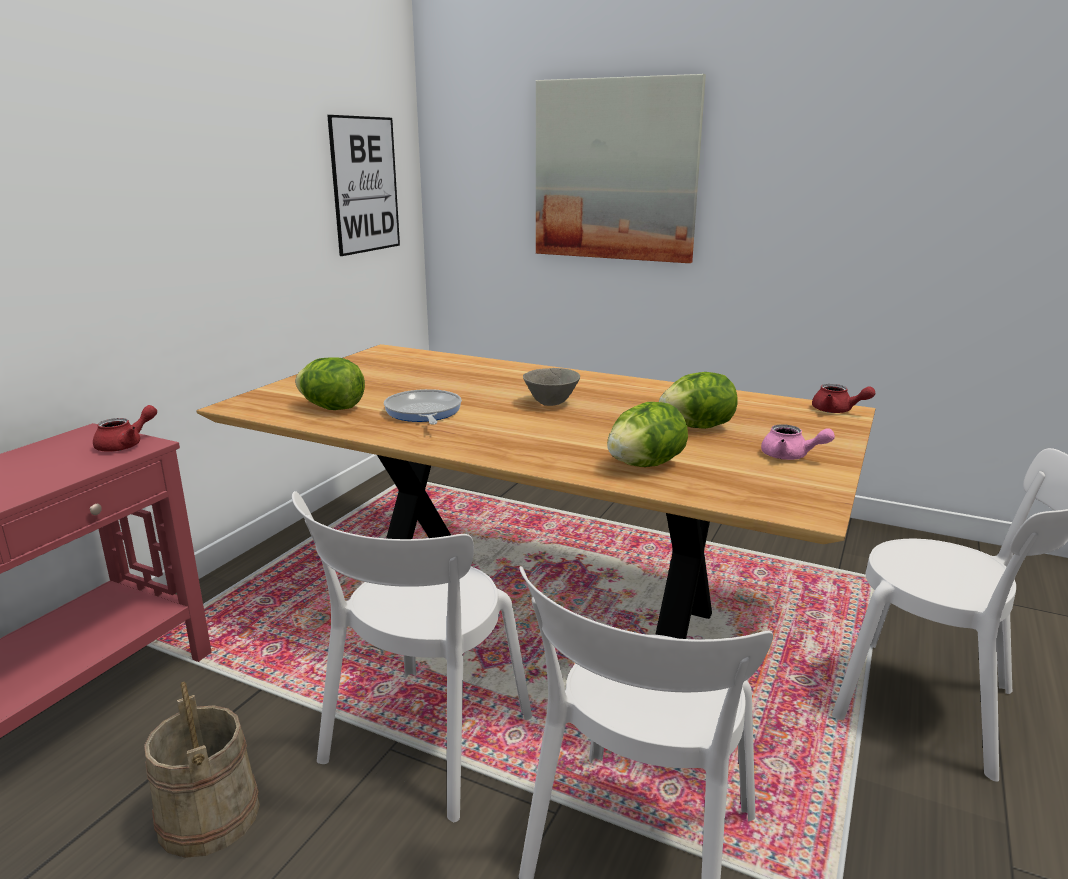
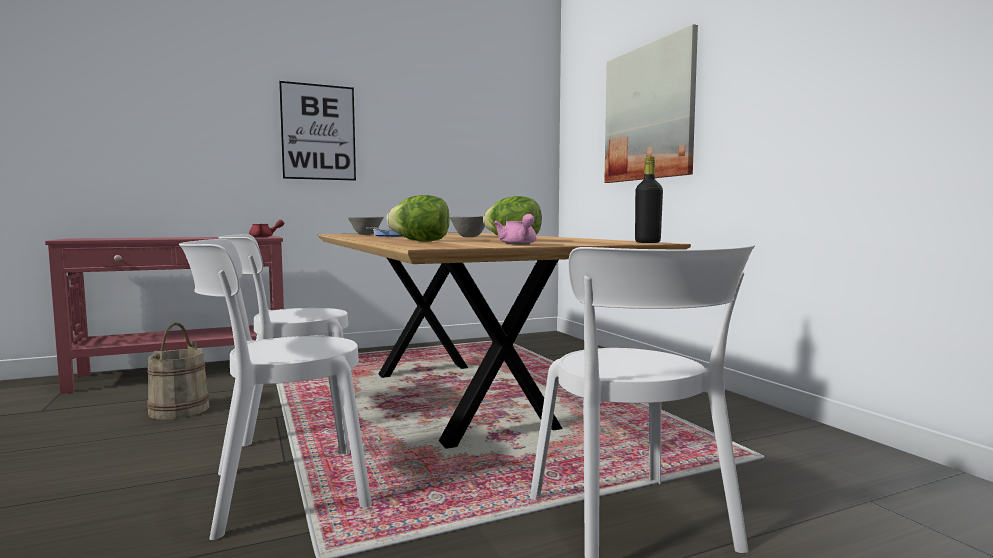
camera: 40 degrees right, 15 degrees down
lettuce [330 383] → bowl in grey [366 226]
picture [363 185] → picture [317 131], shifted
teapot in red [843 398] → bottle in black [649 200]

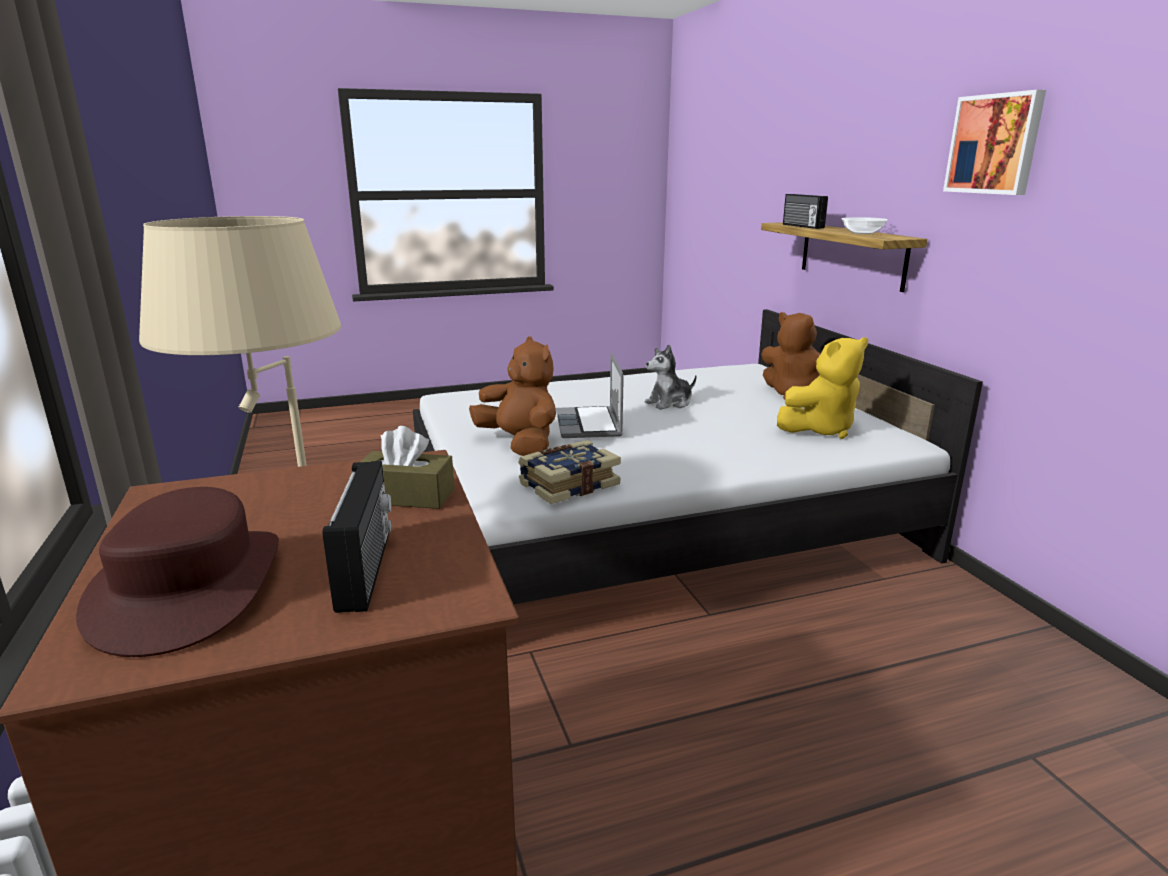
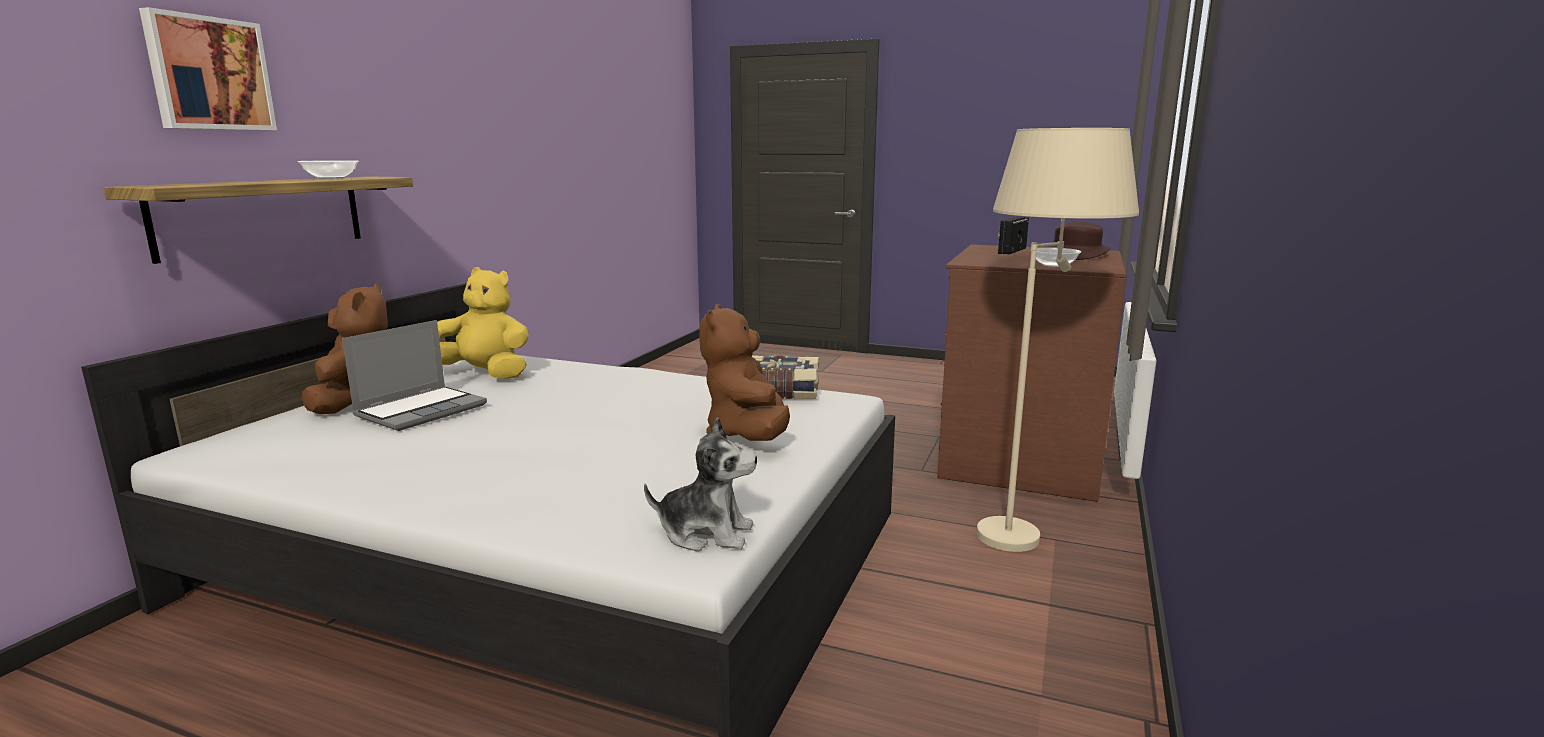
camera: 140 degrees left, 5 degrees down
tissue box in brown [407 467] → -
laptop [590 395] → laptop [414 375], shifted
plush toy [671 377] → plush toy [700 484], shifted
radio [805 211] → -
picture [994 142] → picture [208 68], shifted
- → bowl [1055 257]

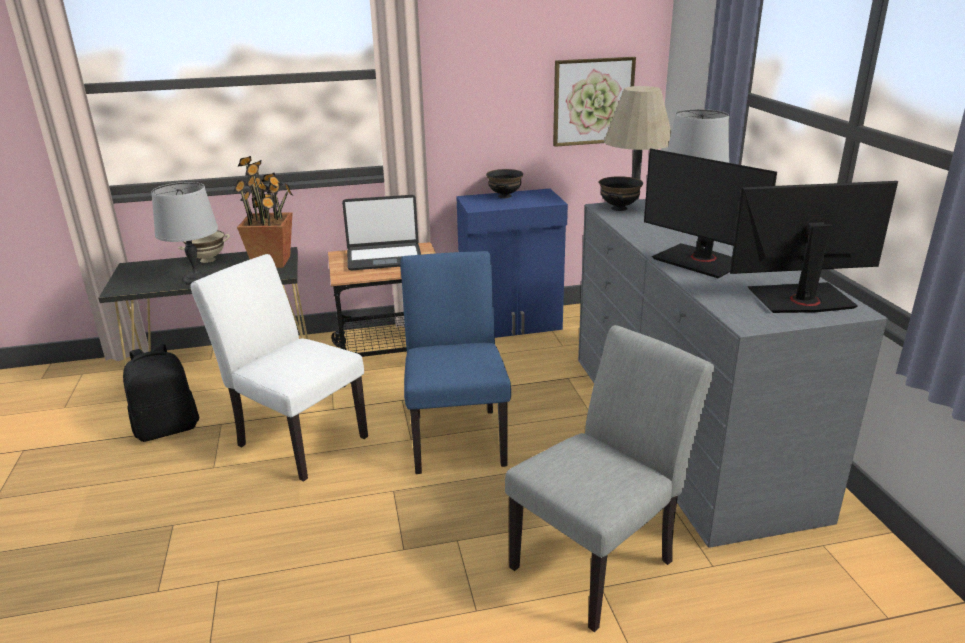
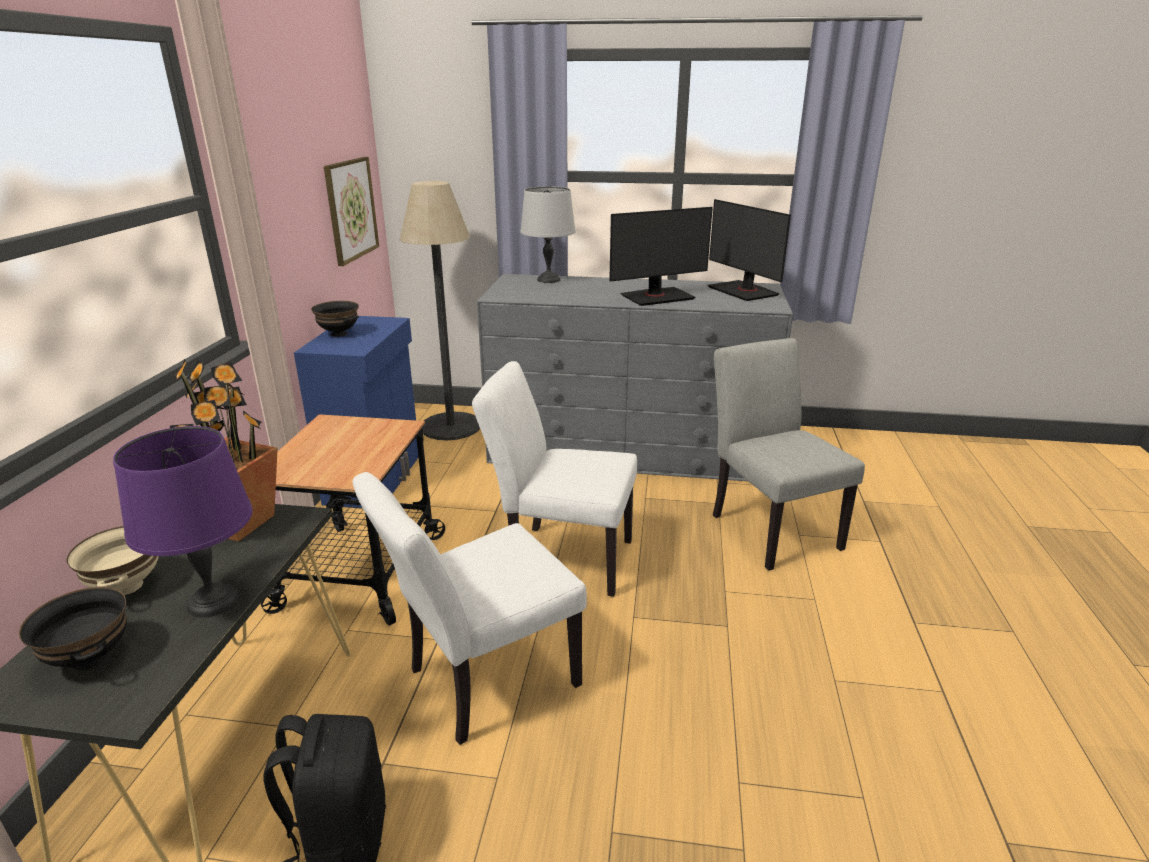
camera: 70 degrees left, 0 degrees up
table lamp in grey [184 233] → table lamp in purple [183 522]
laptop [381 233] → -
chair in blue [455 362] → chair in white [554 479]
bowl in black [621 193] → bowl in black [73 628], shifted
monitor [814 247] → monitor [749 250], 45 degrees counterclockwise

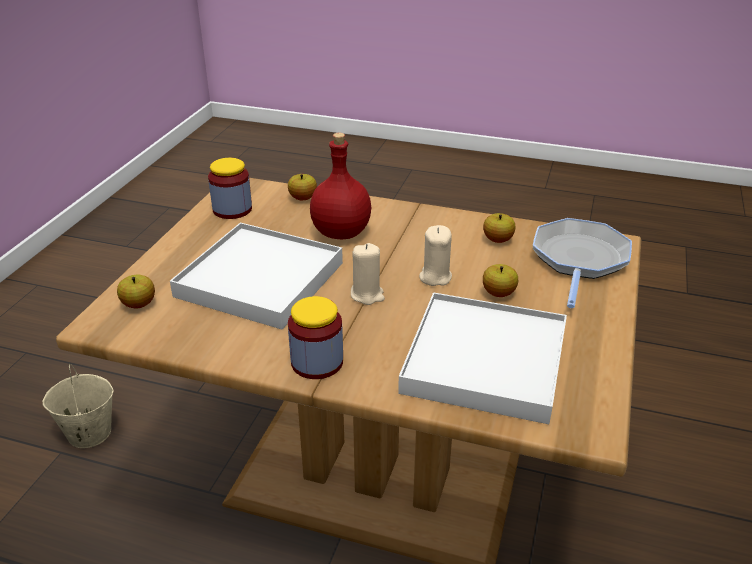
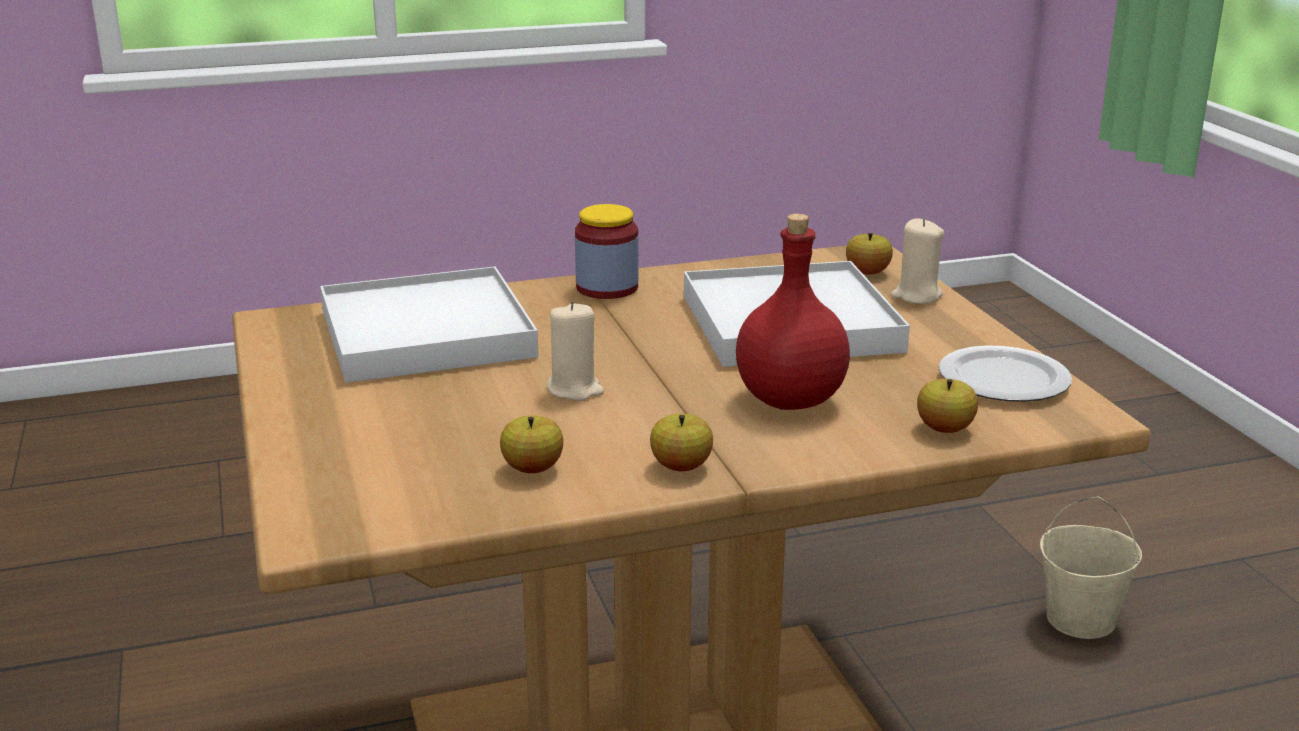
camera: 145 degrees right, 10 degrees down
jar [230 188] → plate [1005 373]
candle in beige [368 274] → candle in beige [917 261], shifted
apple [500 280] → apple [681 442], shifted
frying pan [582 263] → -

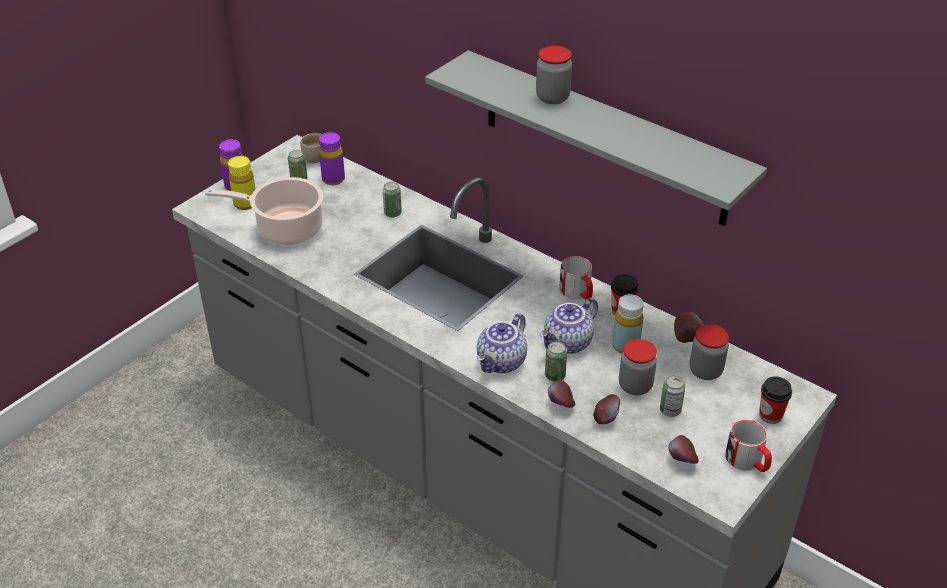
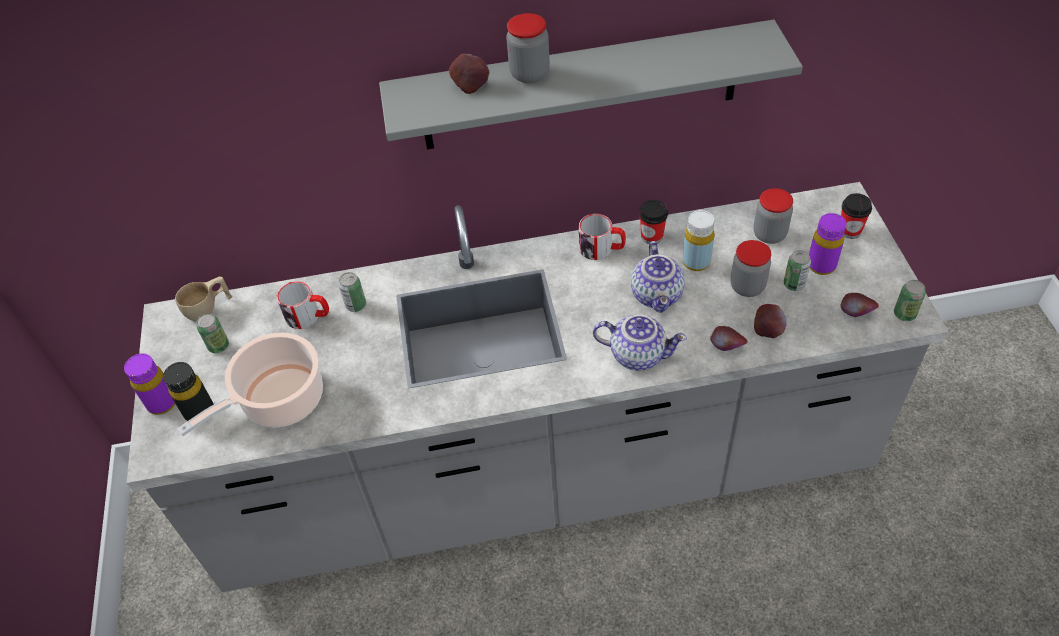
camera: 45 degrees left, 10 degrees up
bottle in yellow [242 183] → bottle in black [188 391]
bottle in purple [332 158] → bottle in purple [827 244], shifted
teapot [502 343] → teapot [640 342], 60 degrees counterclockwise
can [556 361] → can [910 300], shifted
apple [688 327] → apple [469 74], shifted
mug [748 445] → mug [302 305], shifted

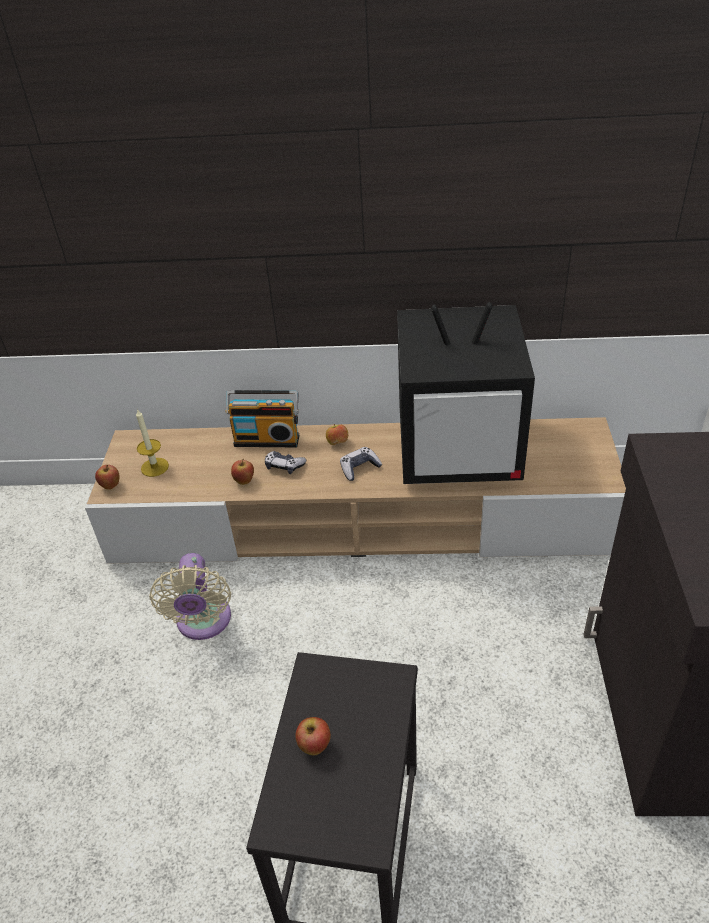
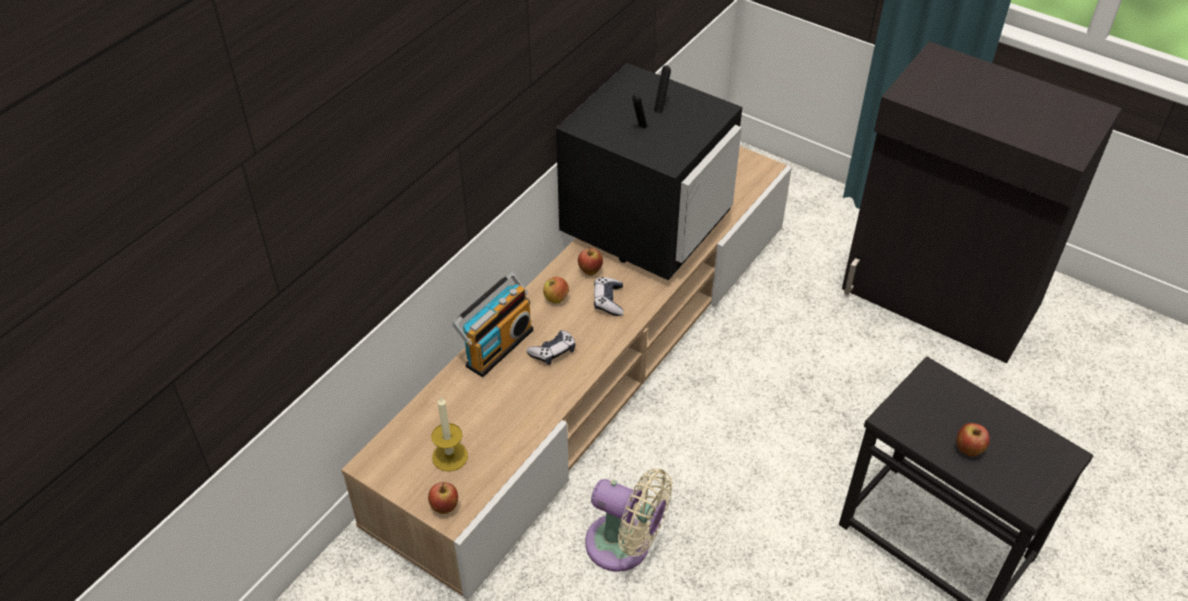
camera: 60 degrees left, 5 degrees up
apple [242 472] → apple [590 261], shifted

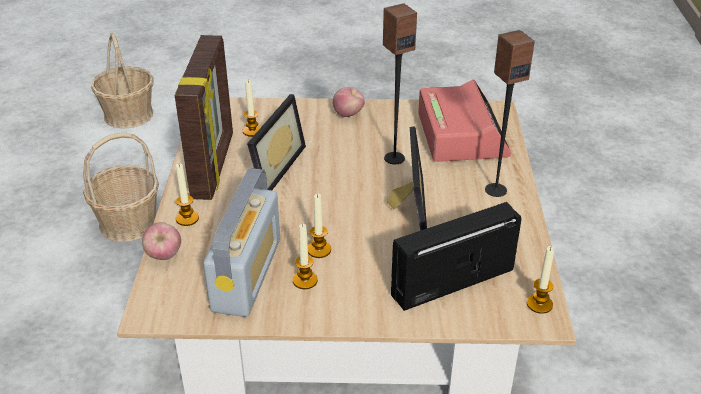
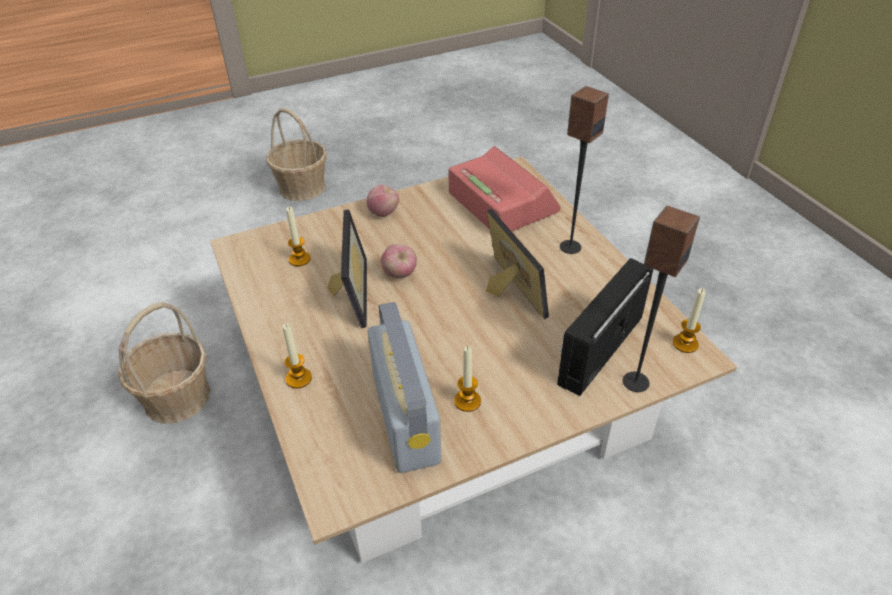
camera: 25 degrees left, 5 degrees up
basket [122 81] → basket [296 154], shifted
apple [161 241] → apple [399 261], shifted
picture frame [204 117] → -
candle [319 226] → -
speaker [400 83] → speaker [661 299], shifted

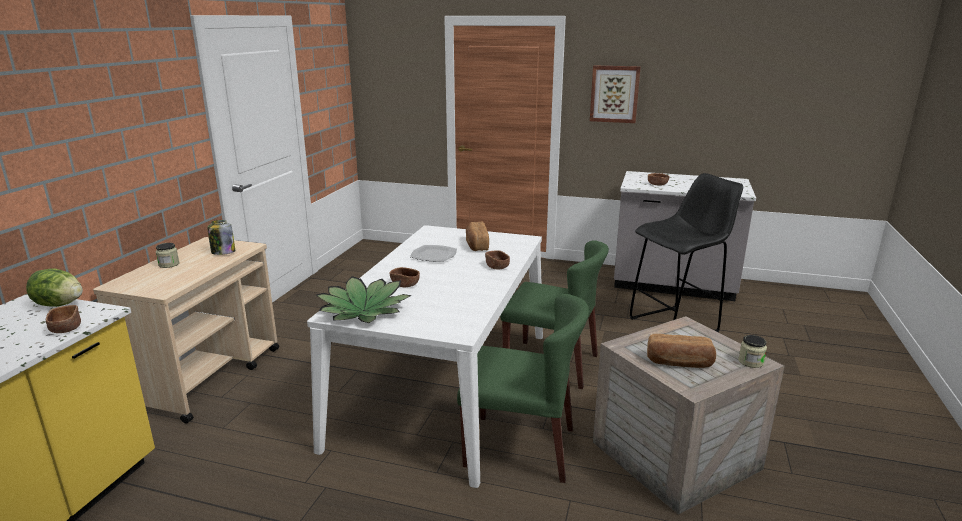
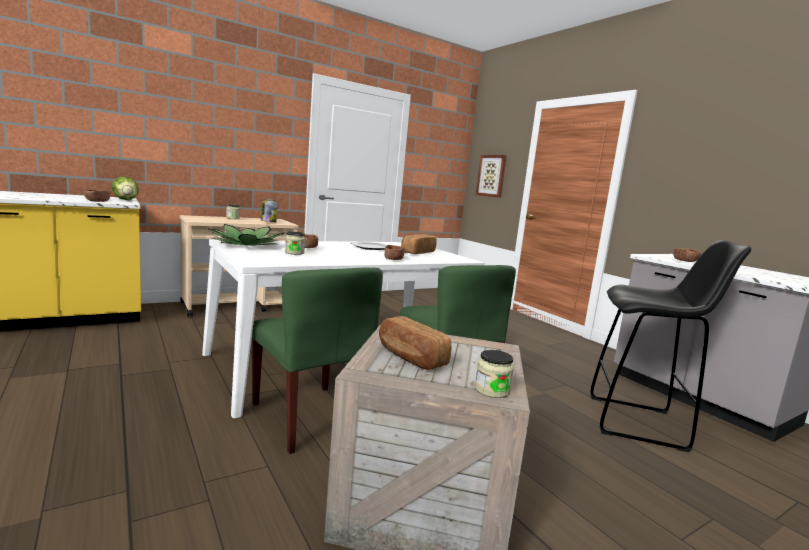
camera: 40 degrees right, 10 degrees down
picture [615 94] → picture [491 176], shifted
- → jar [295 243]

